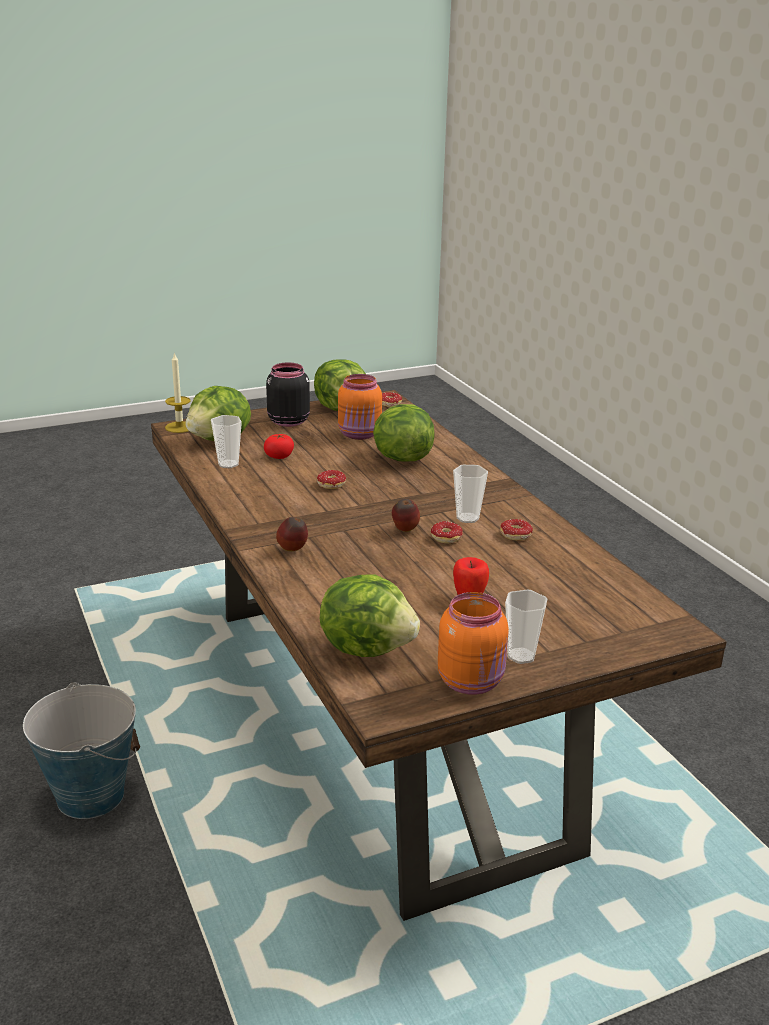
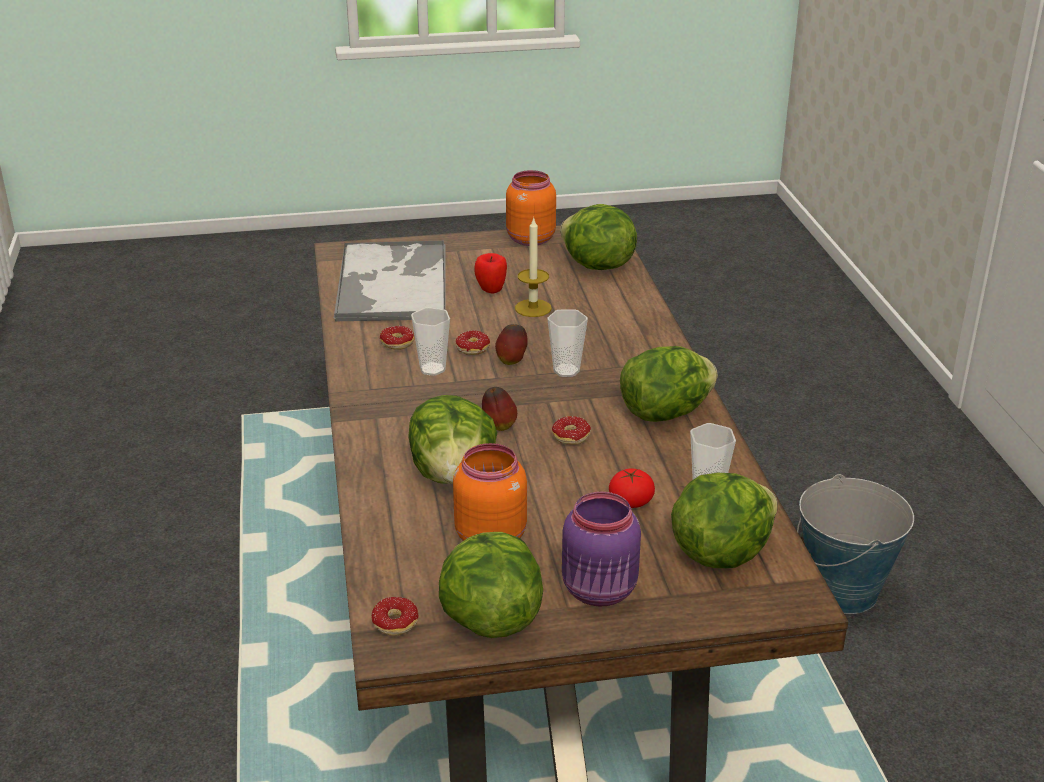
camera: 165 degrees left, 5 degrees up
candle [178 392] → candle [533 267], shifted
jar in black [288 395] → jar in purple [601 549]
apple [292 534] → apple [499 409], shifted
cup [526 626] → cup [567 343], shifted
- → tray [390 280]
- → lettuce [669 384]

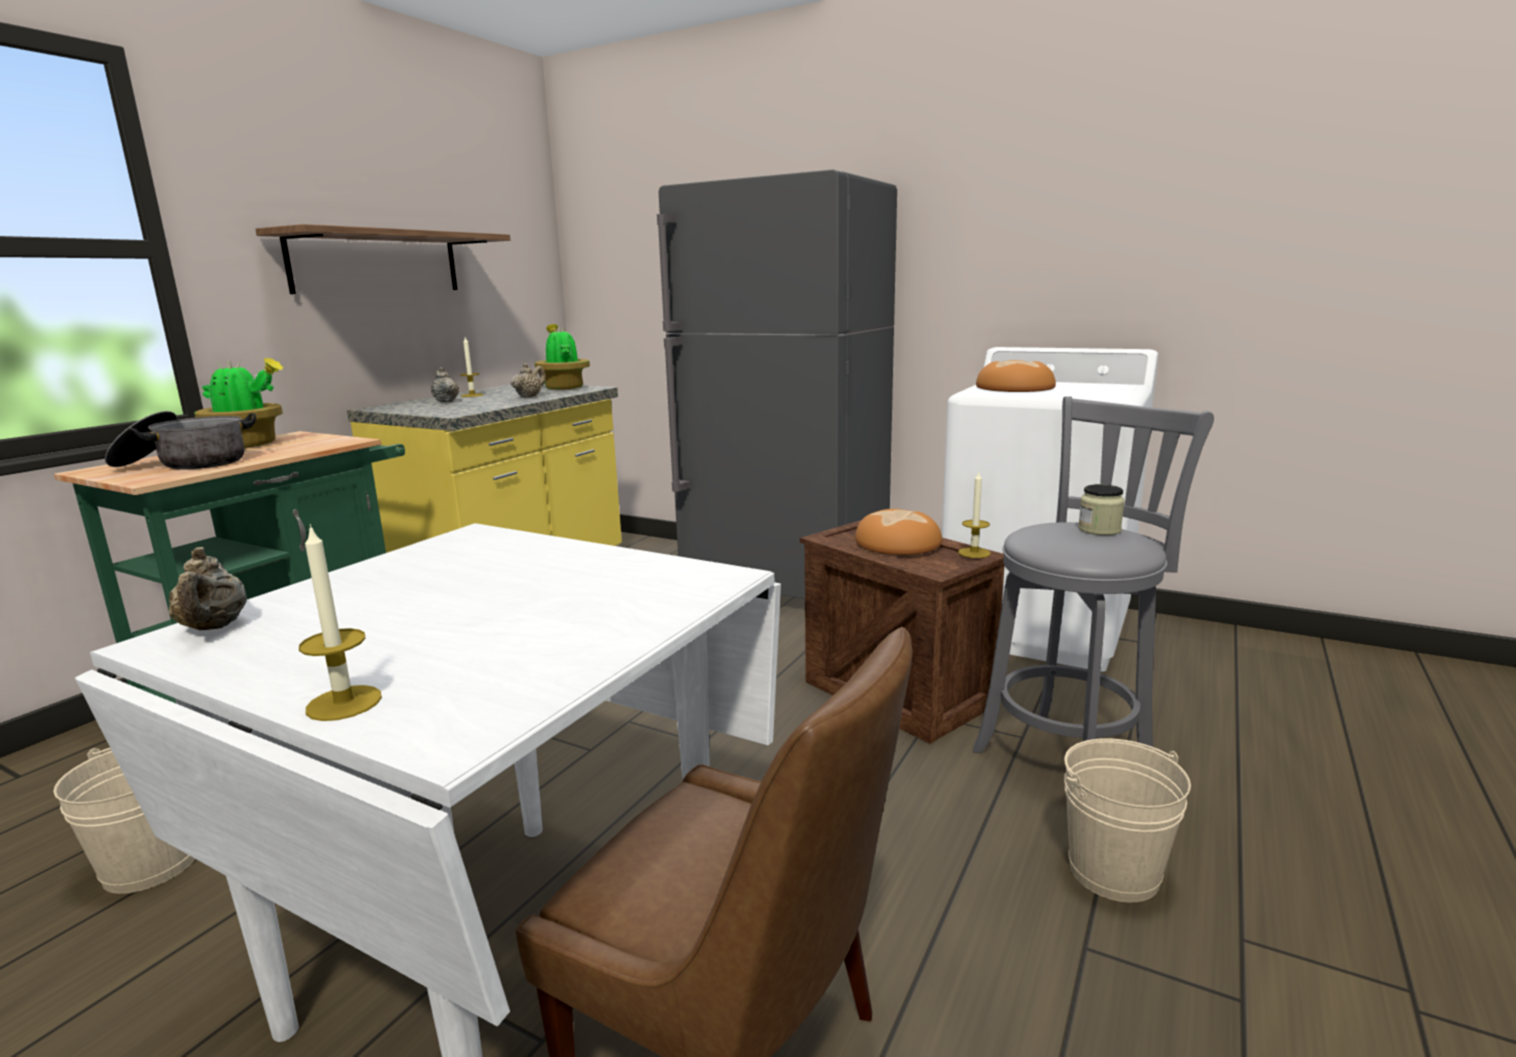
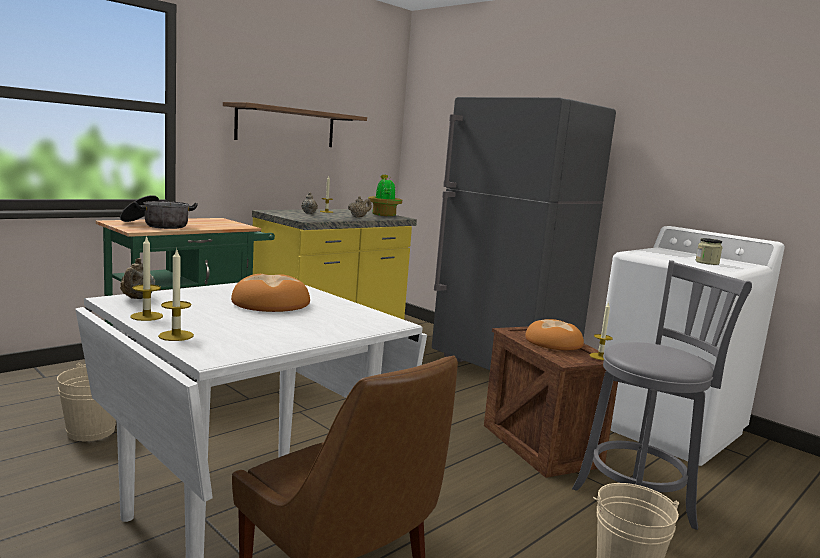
camera: 15 degrees right, 5 degrees down
potted plant [239 402] → -
bread [1016 376] → bread [270 293], shifted
jar [1101 509] → jar [709 251], shifted
- → candle [146 278]

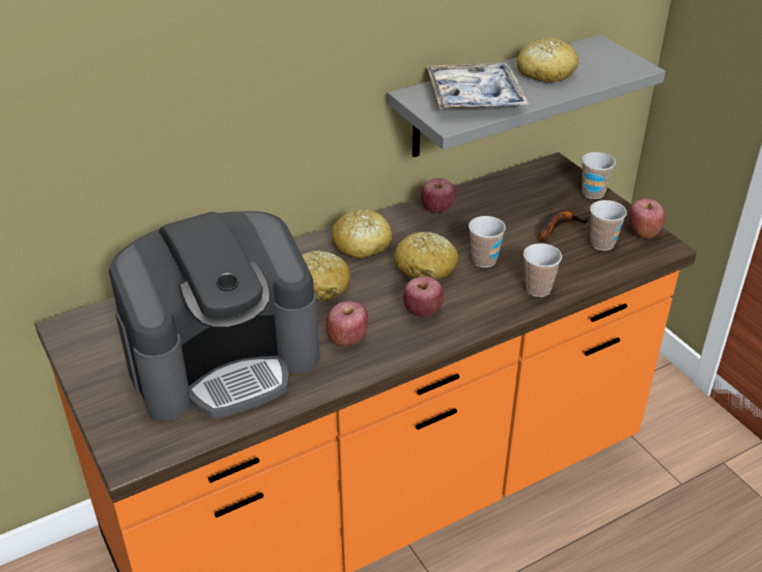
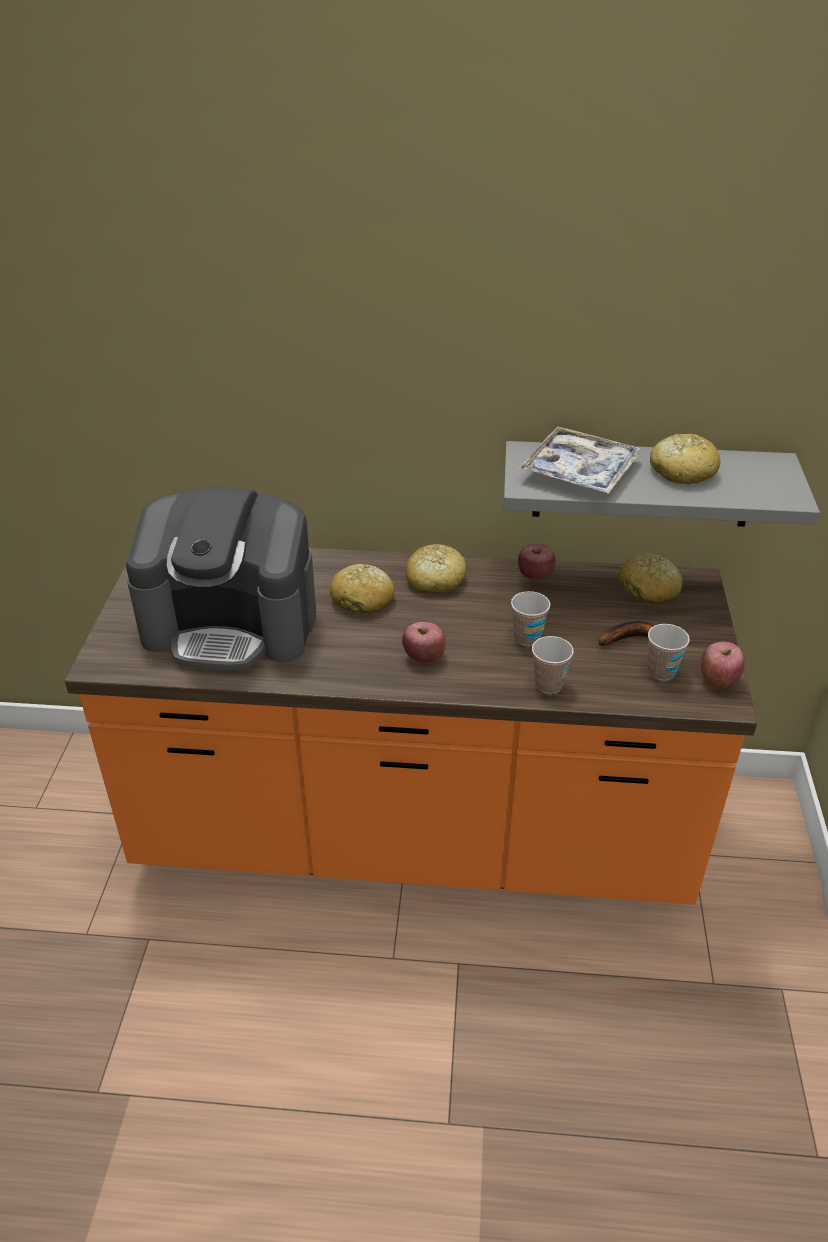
camera: 35 degrees right, 0 degrees up
apple [347 323] → -
bread [426 256] → bread [650 578], shifted
cup [599 175] → -

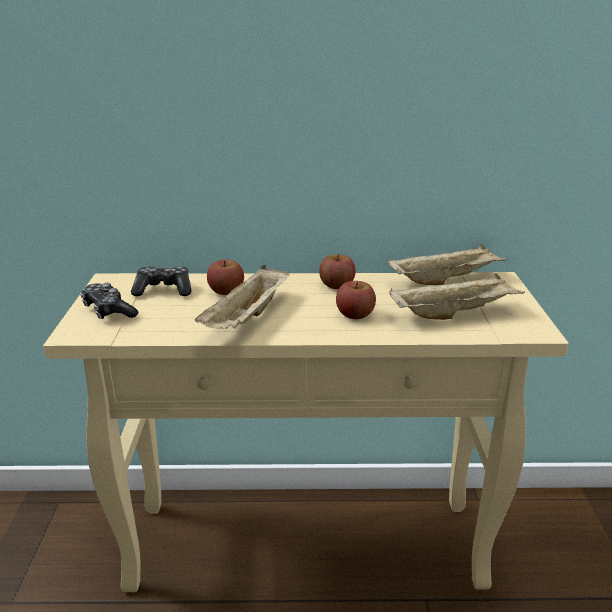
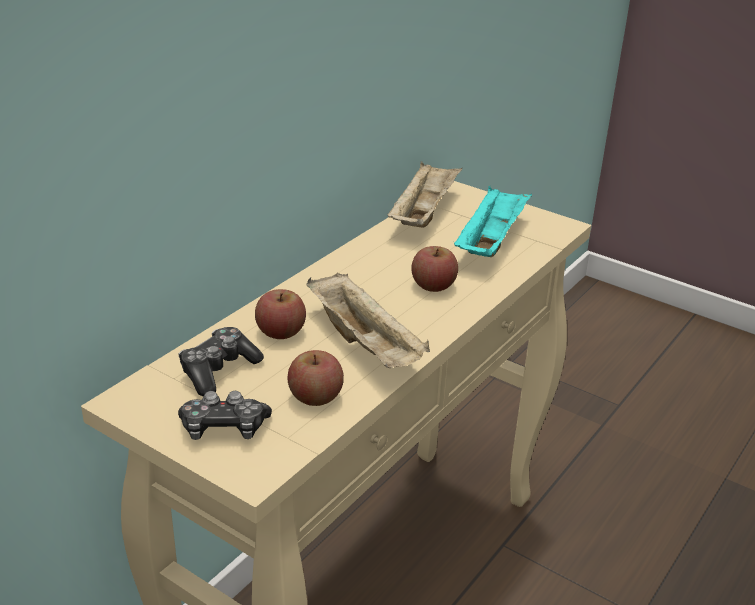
camera: 55 degrees left, 5 degrees up
apple [337 271] → apple [315 378], shifted
tray in beige [457 296] → tray in turquoise [493 221]

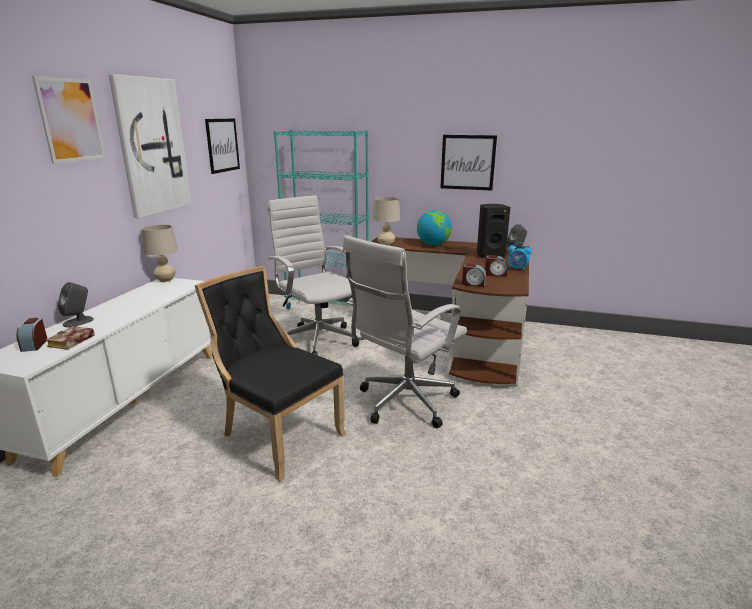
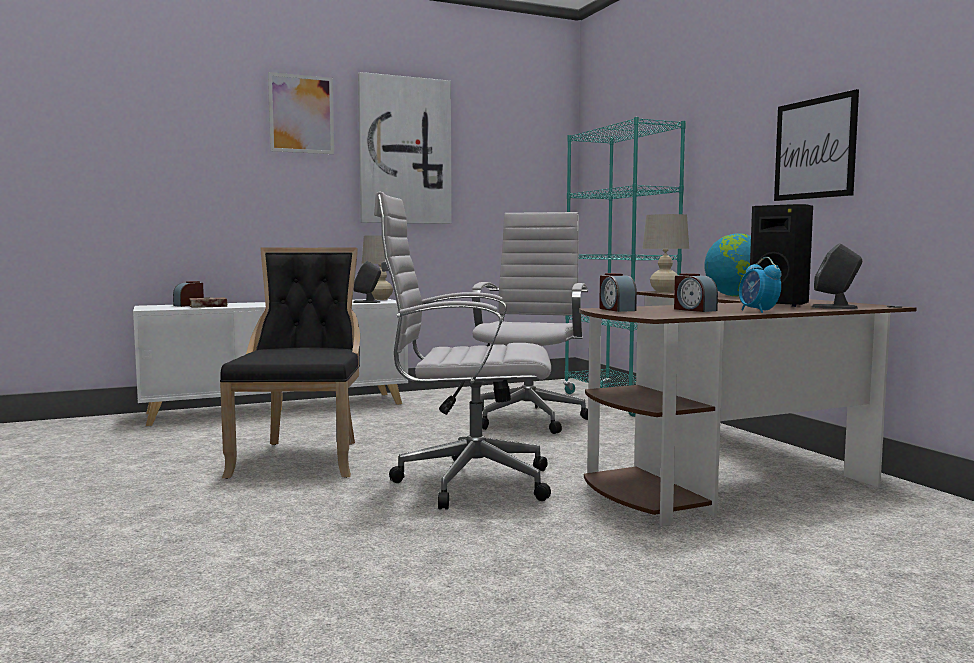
camera: 50 degrees right, 15 degrees down
speaker in grey [76 304] → speaker in grey [367 282], shifted
picture [222 146] → -

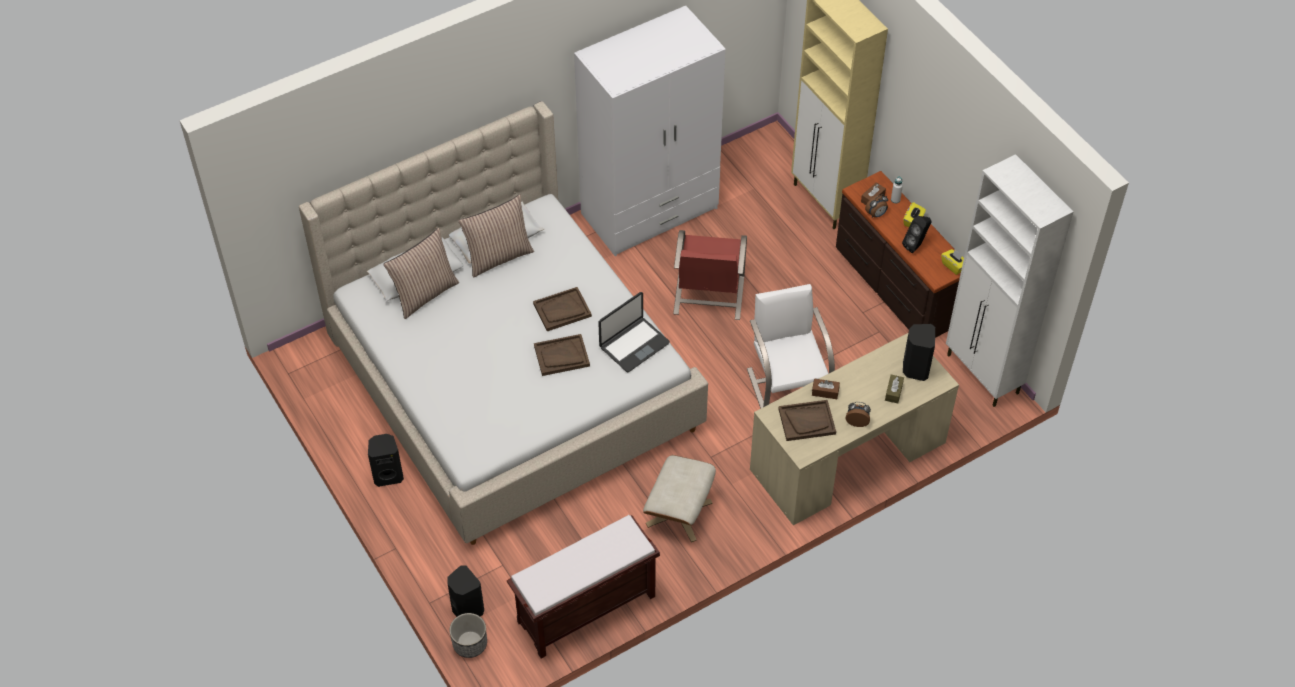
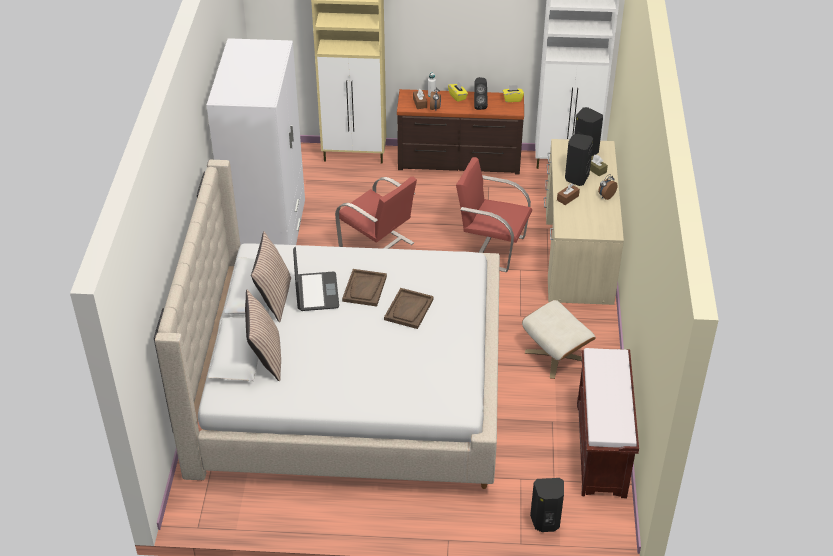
camera: 55 degrees left, 10 degrees down
speaker in black [386 460] → speaker in black [579 160], shifted
planter [468 635] → -
laptop [634 332] → laptop [316 279], shifted
chair in white [791 346] → chair in red [494 214]
tray in brown [807 420] → -

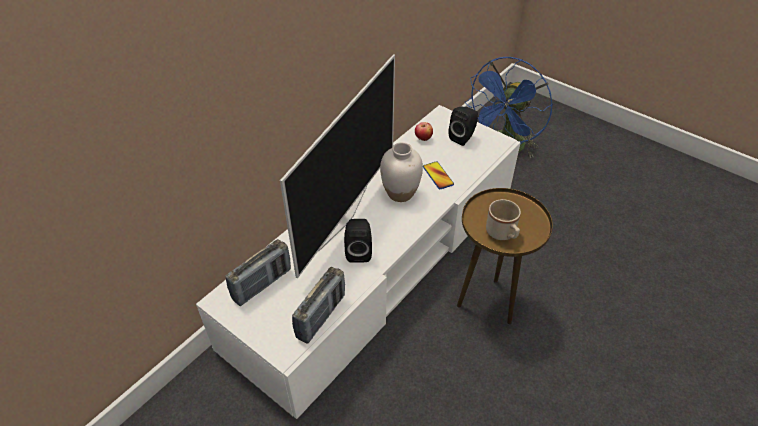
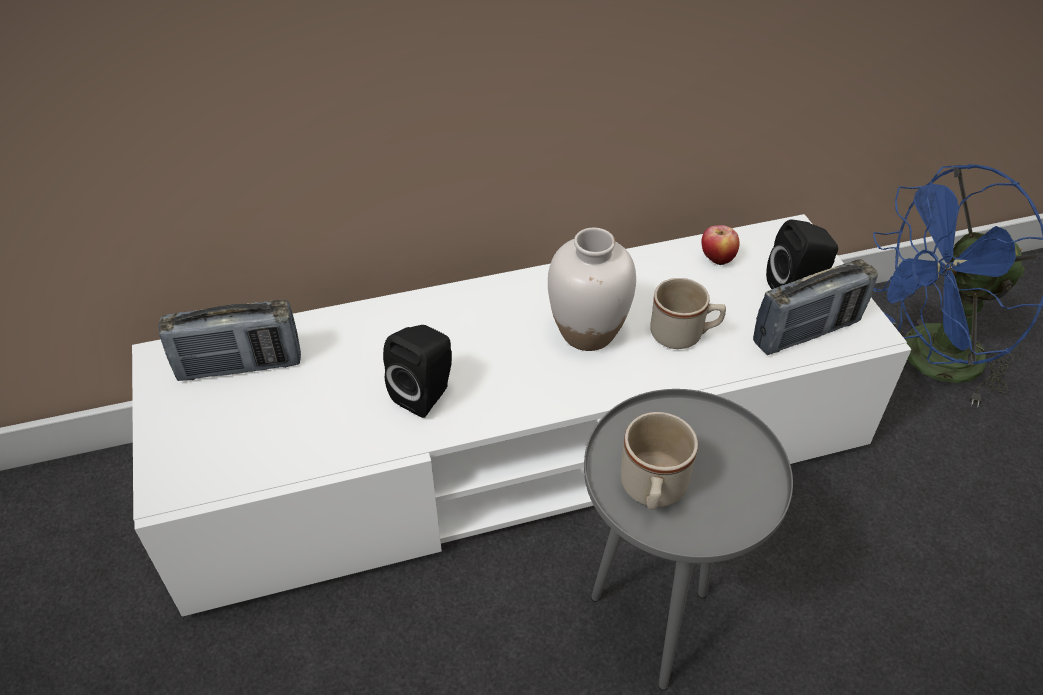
camera: 35 degrees right, 0 degrees up
television [337 166] → -
radio [318 305] → radio [815 307], shifted
phone [438 175] → mug in beige [688 313]
side table in brown [505 256] → side table in grey [688 540]

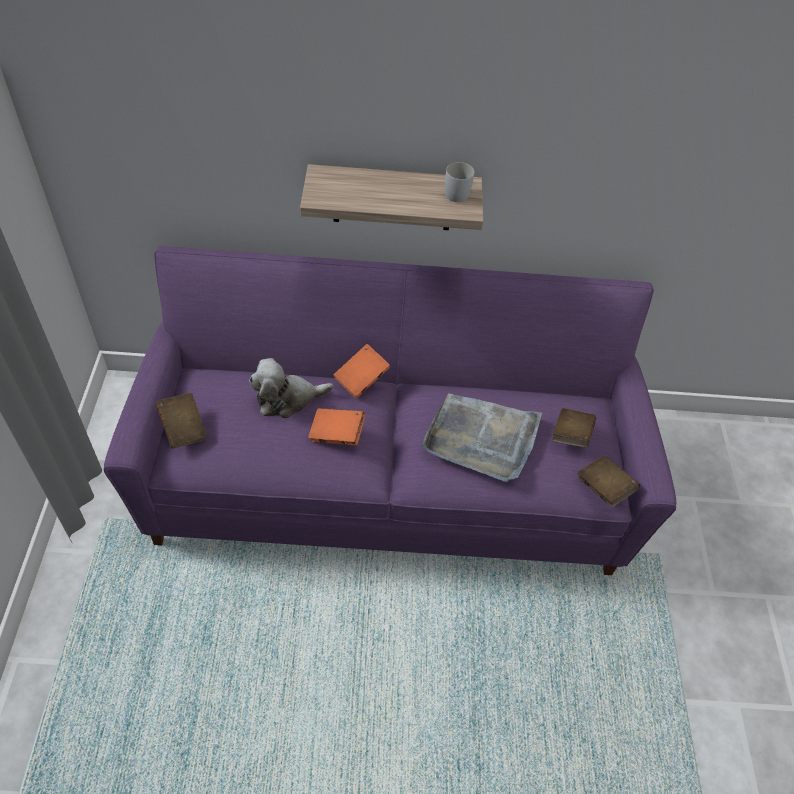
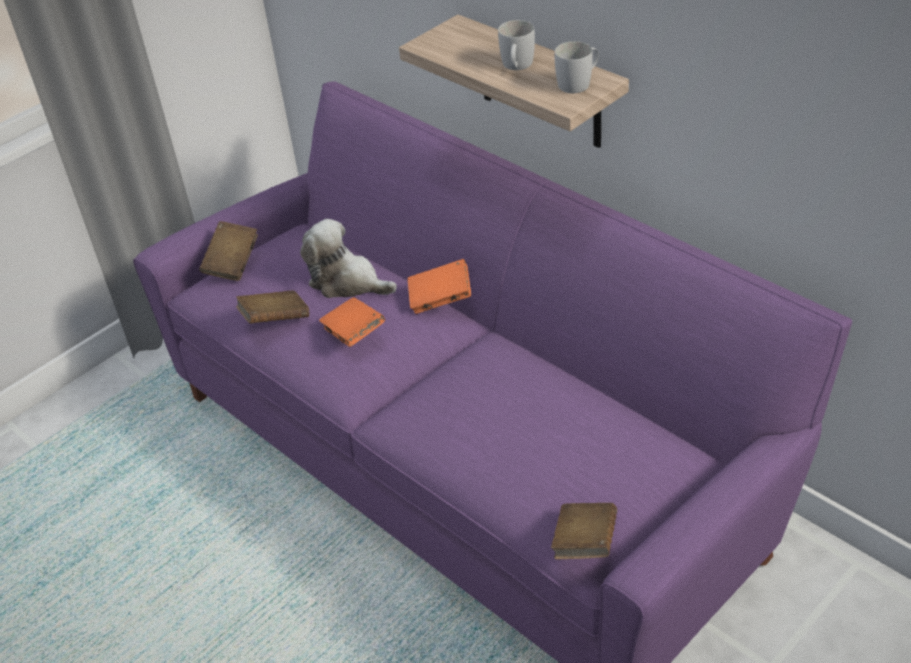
camera: 50 degrees right, 10 degrees down
tray in grey [482 437] → -
book in brown [574 427] → book in brown [272 307], shifted
- → mug in white [516 45]

